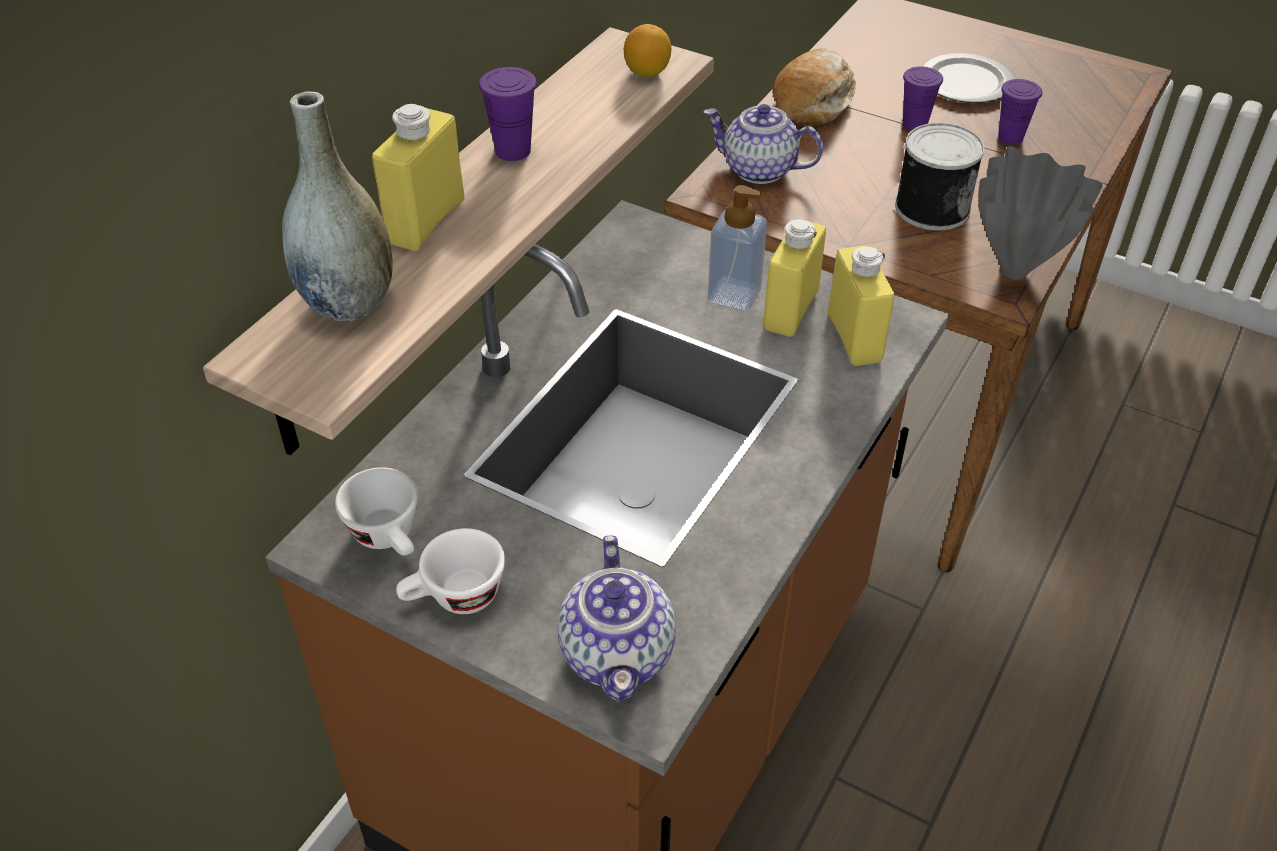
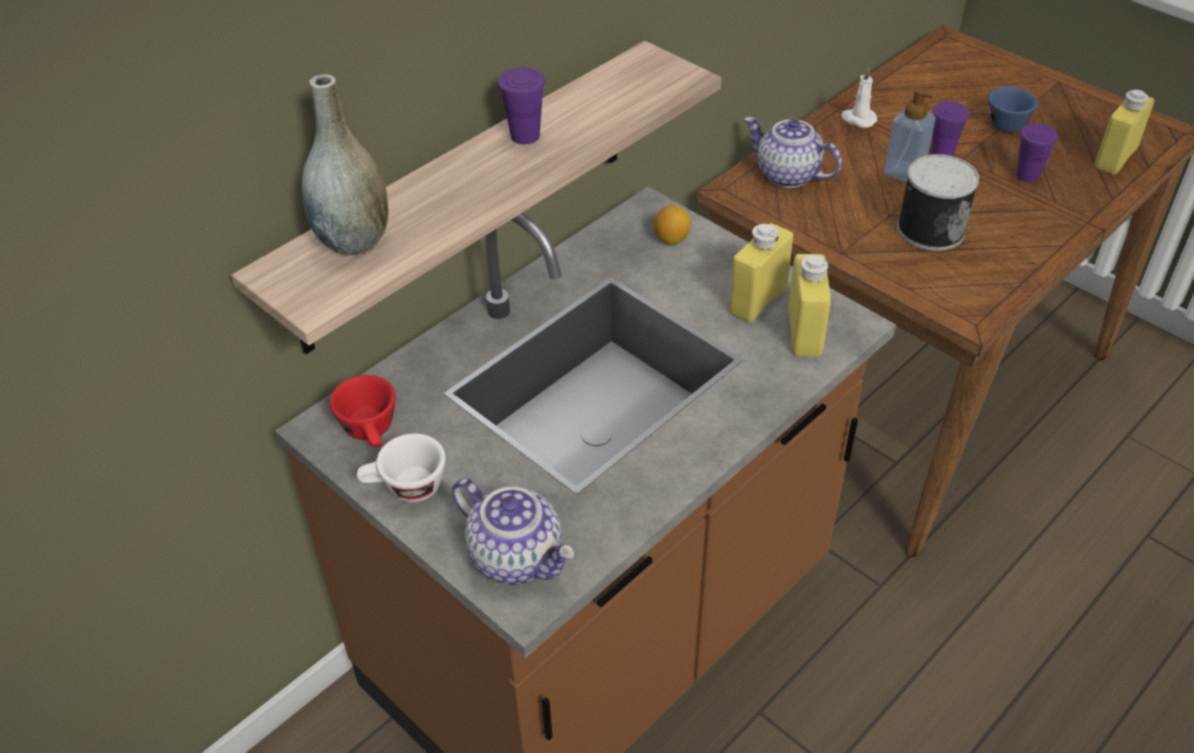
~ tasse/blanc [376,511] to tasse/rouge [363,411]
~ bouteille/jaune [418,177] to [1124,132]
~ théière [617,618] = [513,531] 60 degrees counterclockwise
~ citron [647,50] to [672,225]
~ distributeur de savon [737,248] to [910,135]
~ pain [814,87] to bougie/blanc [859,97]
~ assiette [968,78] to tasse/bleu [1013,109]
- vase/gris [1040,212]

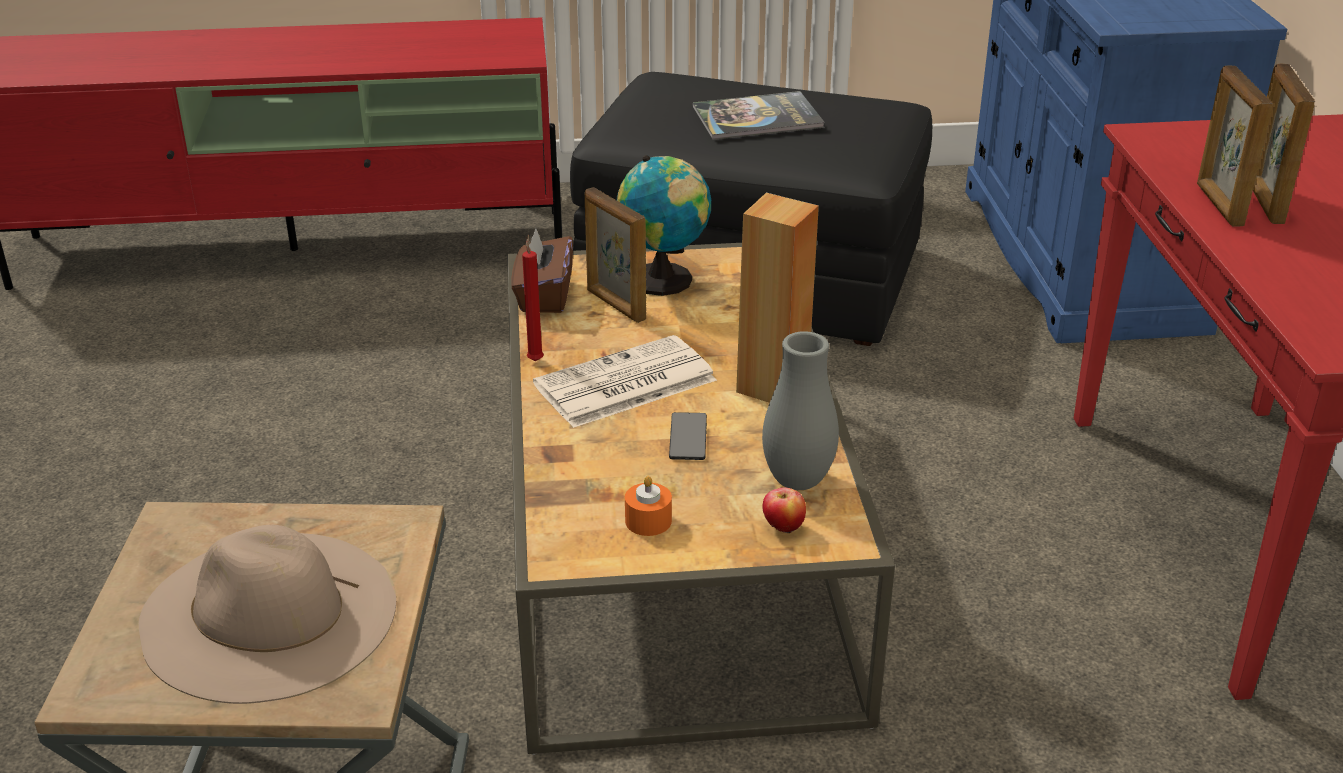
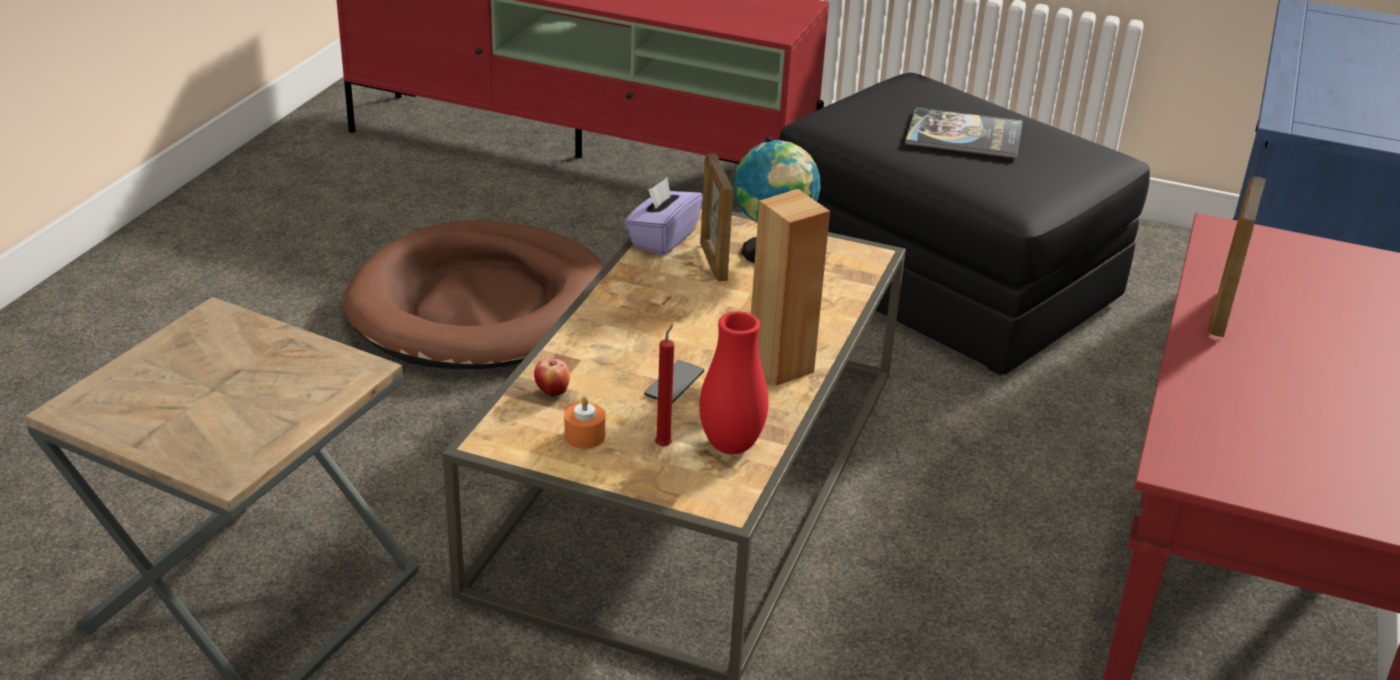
- chapeau/beige [267,614]
~ boîte à mouchoirs/marron [542,270] to boîte à mouchoirs/violet [664,216]
~ bougie/rouge [533,298] to [664,385]
- journal [625,381]
~ vase/gris [800,410] to vase/rouge [733,382]
~ pomme [784,510] to [552,377]
- cadre photo [1284,143]
+ panier pour chien/marron [473,294]

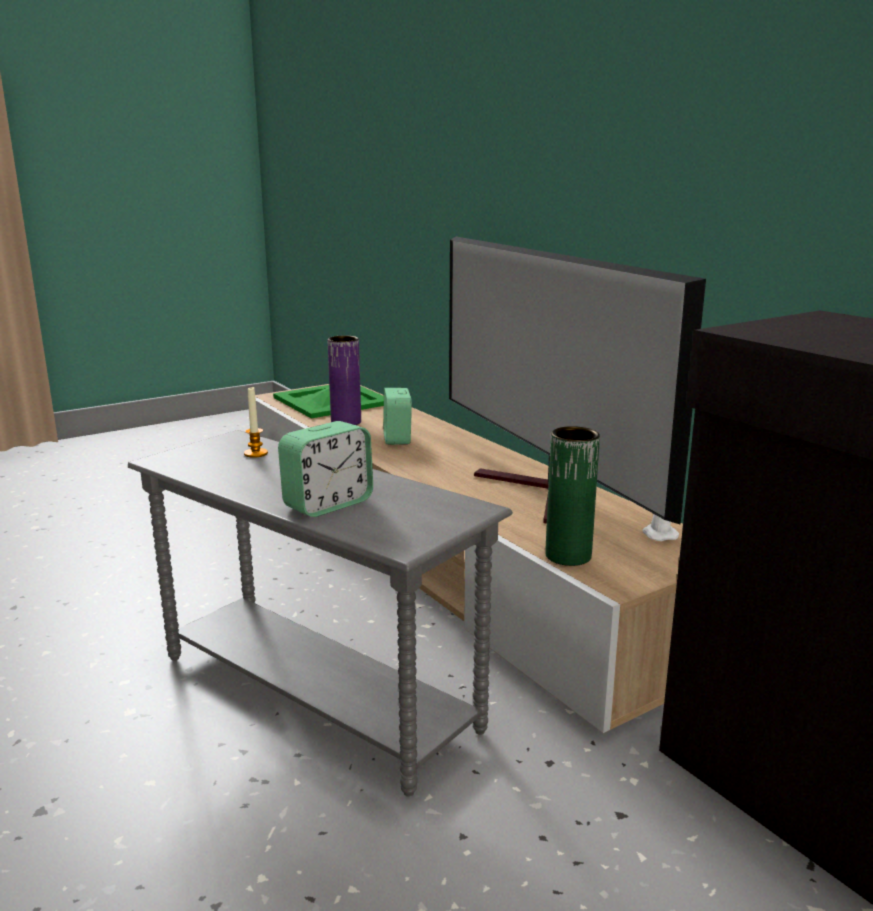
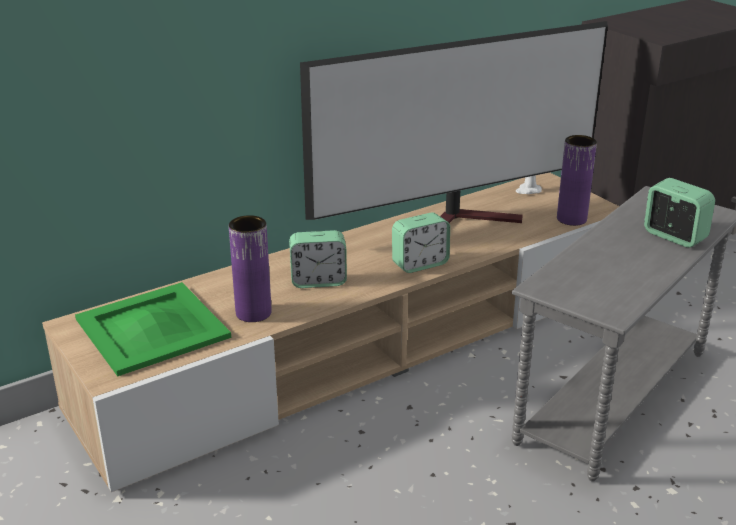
- bougie [256,422]
~ vase/vert [573,496] to vase/violet [577,180]
+ réveil [421,242]

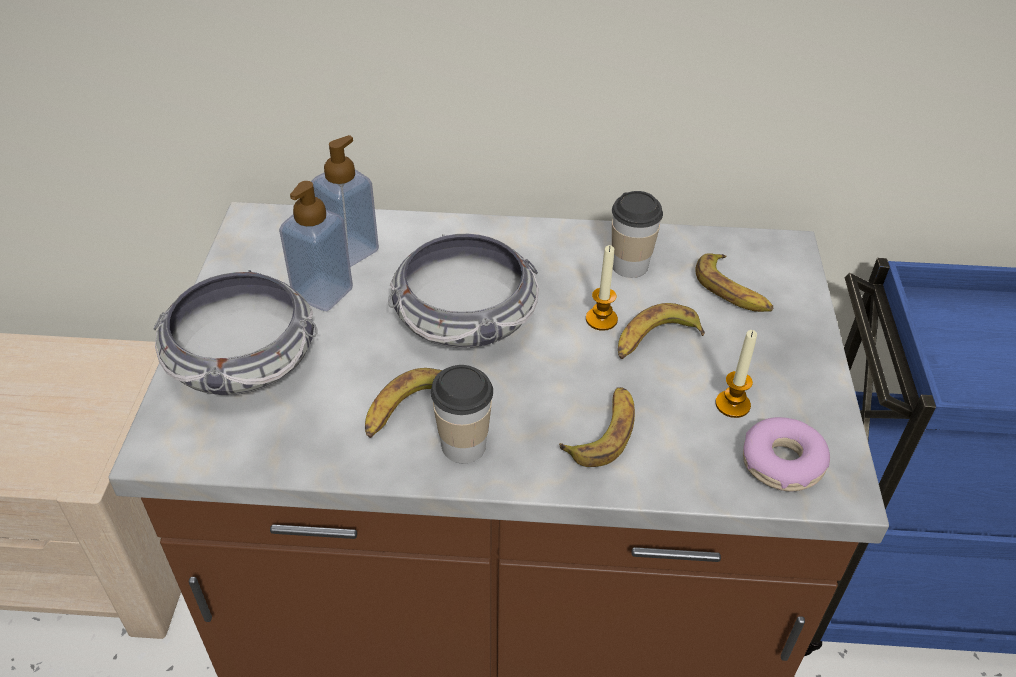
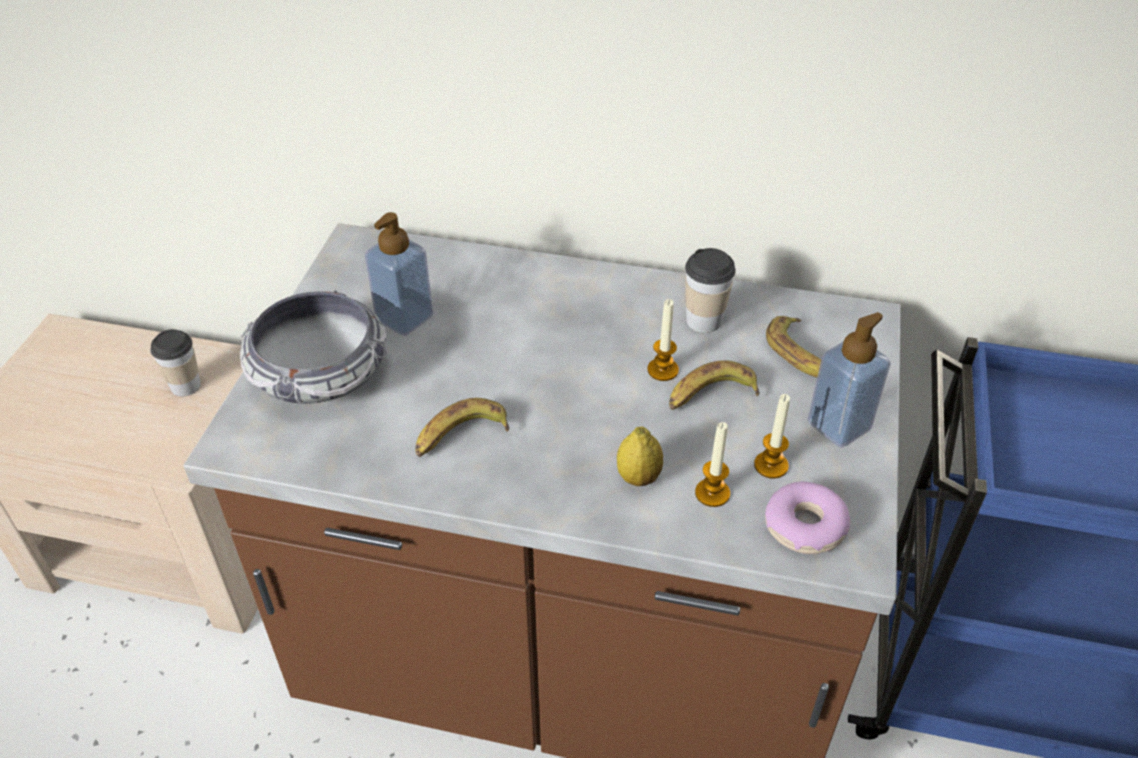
~ distributeur de savon [345,201] to [849,379]
- bol [463,291]
~ tasse [462,414] to [176,362]
~ banane [597,427] to citron [640,456]
+ bougie [712,464]

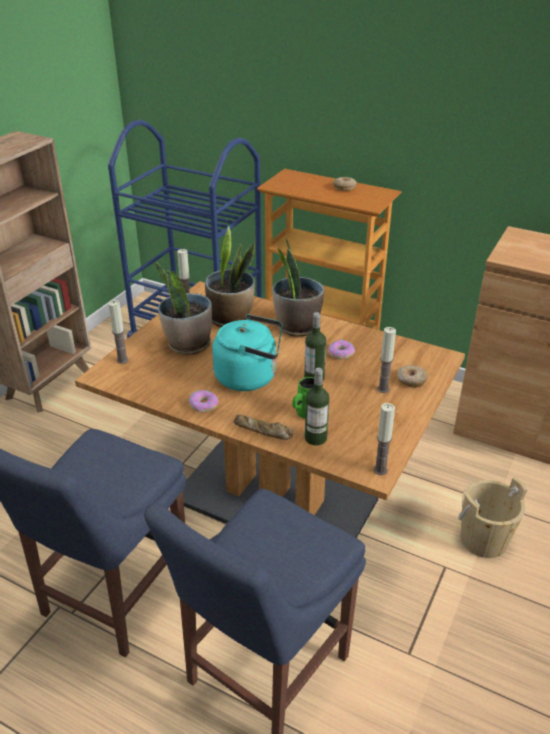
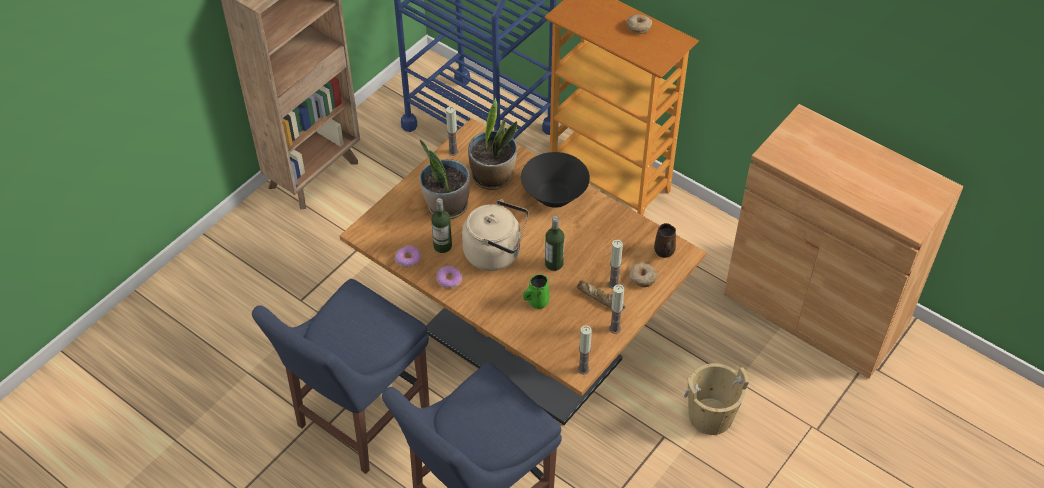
~ bougie [118,332] to [616,309]
~ bouilloire/turquoise [247,352] to bouilloire/beige [495,235]
~ pain [263,427] to [601,294]
~ plante en pot [298,287] to bol/noir [555,180]
~ bouteille [317,407] to [441,225]
~ beignet [341,349] to [408,257]
+ mug/marron [665,240]

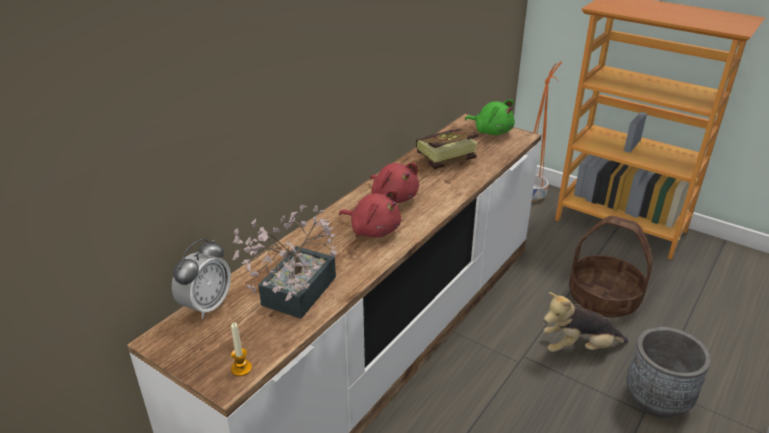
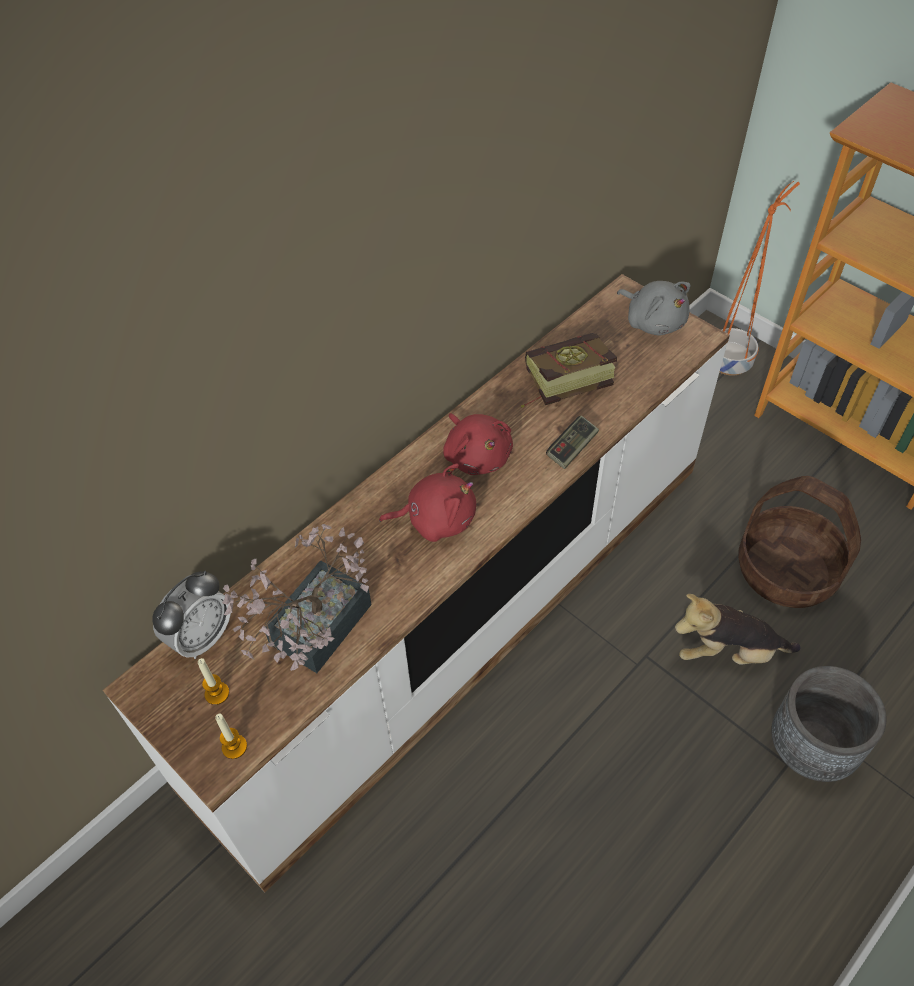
~ peluche/rouge [370,213] = [427,503] 45 degrees counterclockwise
~ peluche/vert [490,117] to peluche/gris [653,308]
+ bougie [213,681]
+ manette [572,442]

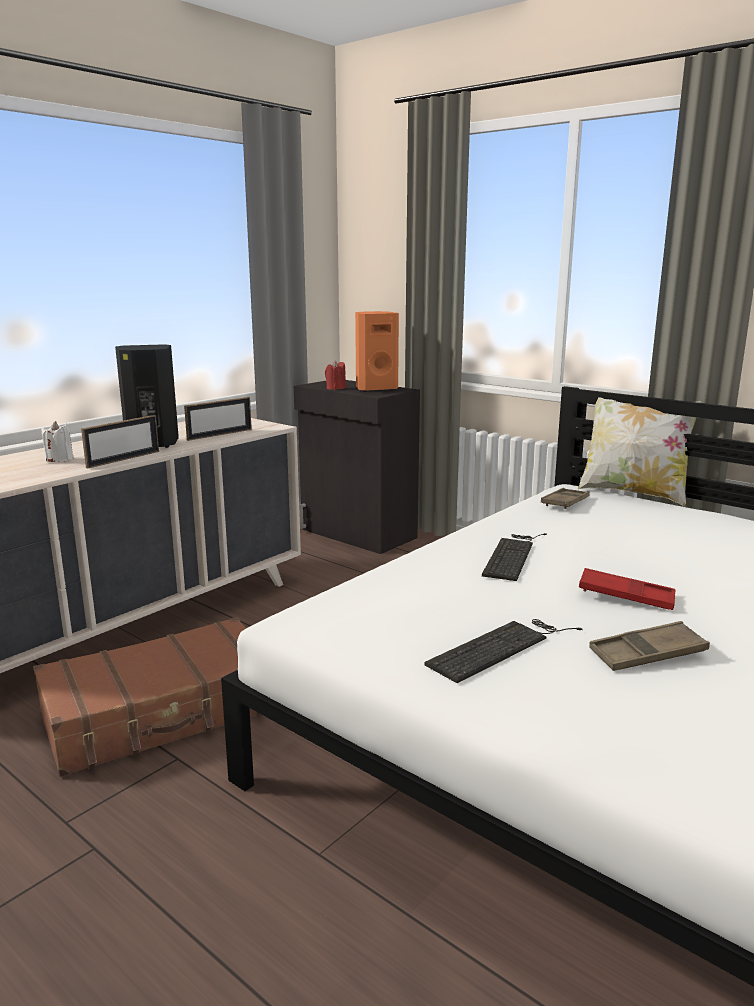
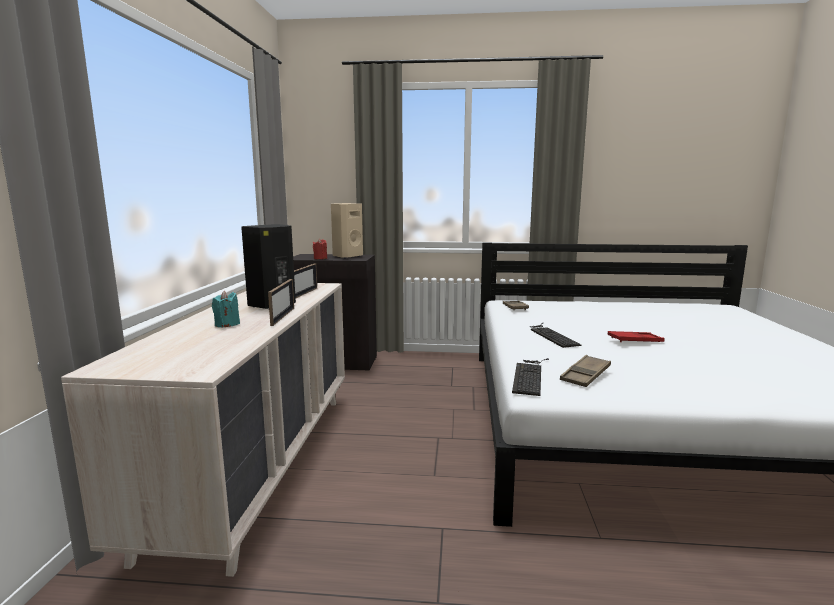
- valise/marron [147,697]
~ bougie/blanc [57,441] to bougie/turquoise [226,309]
~ enceinte/orange [377,351] to enceinte/beige [347,231]
~ clavier [503,651] to [530,377]
- coussin [639,451]
~ plateau/marron [649,646] to [585,371]

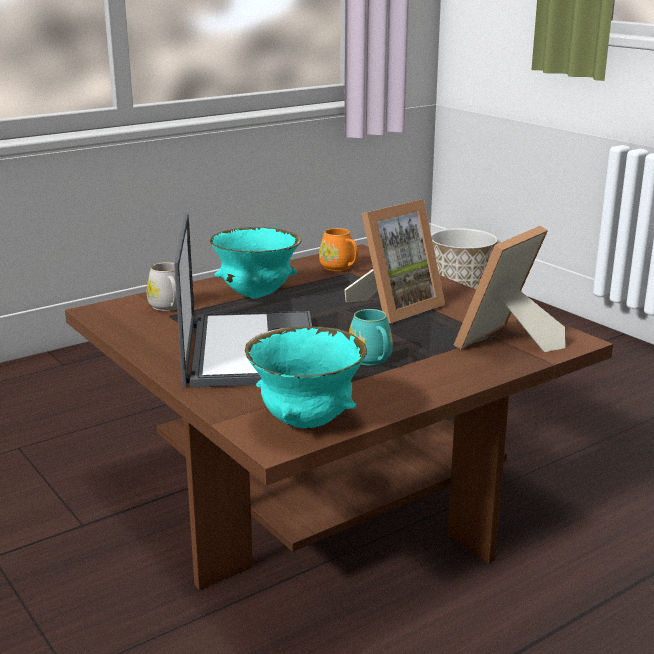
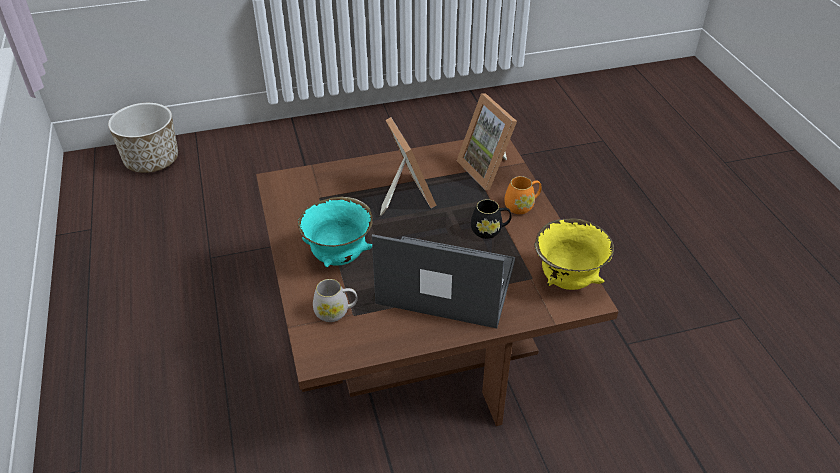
~ bol/turquoise [306,377] to bol/jaune [574,254]
~ mug/orange [338,249] to [523,195]
~ mug/turquoise [371,337] to mug/noir [491,219]

